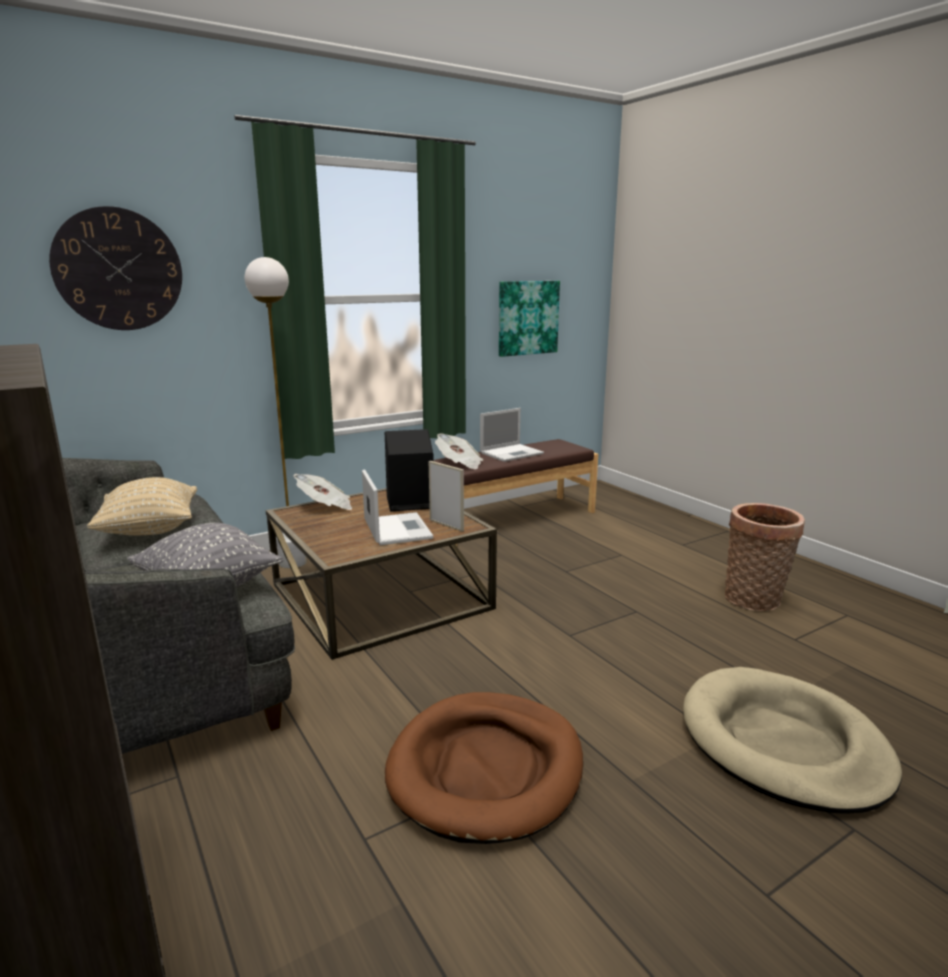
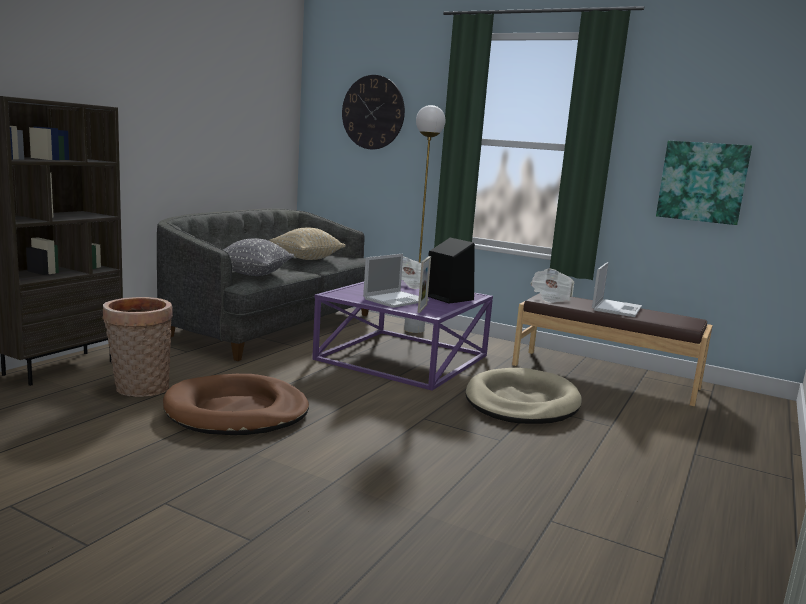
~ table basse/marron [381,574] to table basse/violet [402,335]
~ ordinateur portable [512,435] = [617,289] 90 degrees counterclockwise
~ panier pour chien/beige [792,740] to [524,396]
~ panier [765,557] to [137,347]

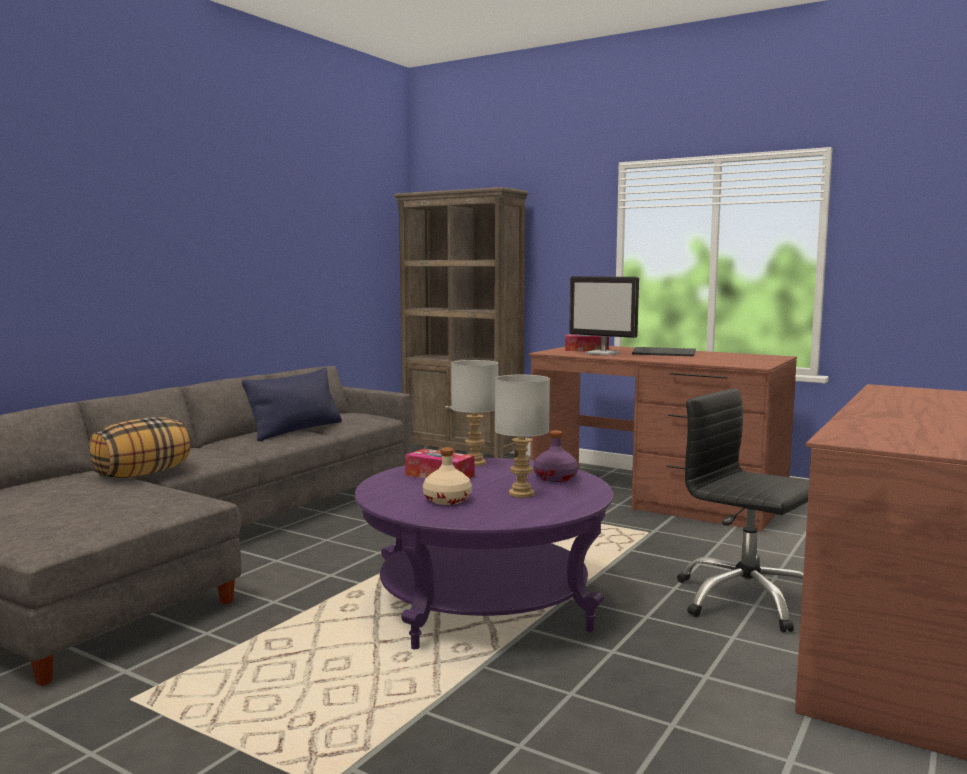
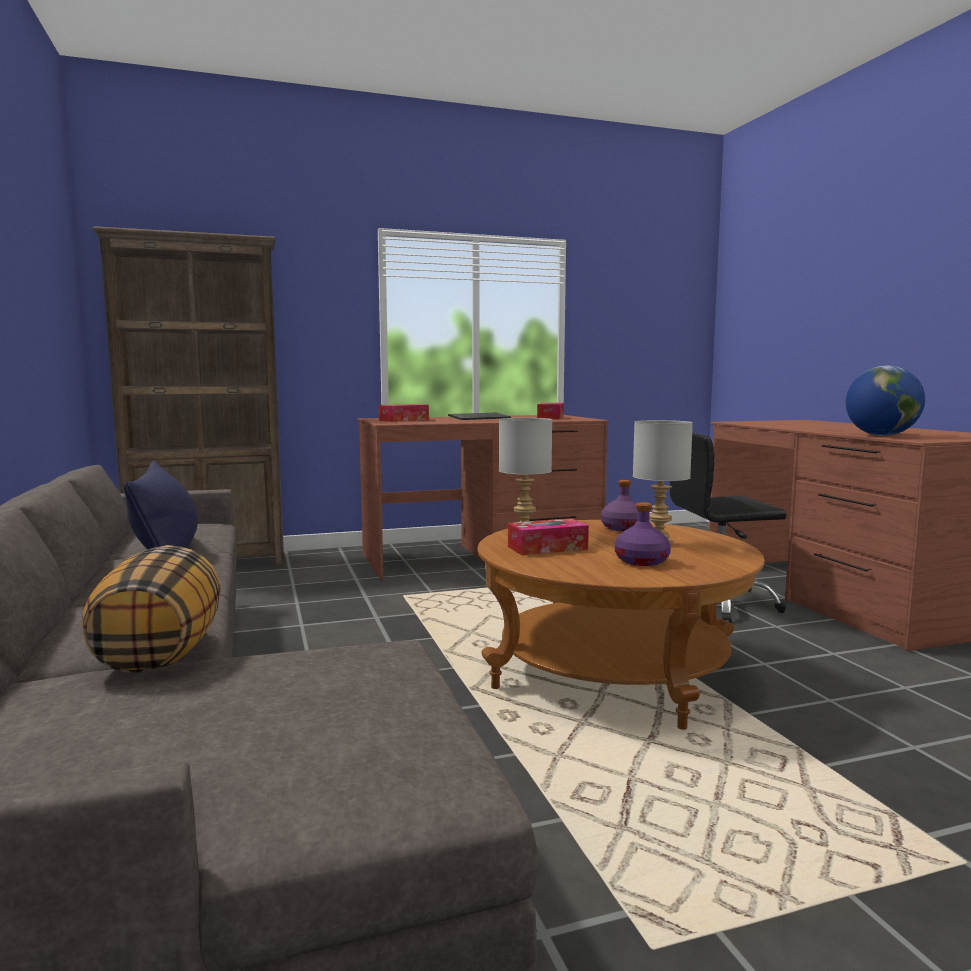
~ table basse/violet [484,553] to table basse/marron [621,625]
~ bouteille/beige [447,476] to bouteille/violet [643,534]
- écran d'ordinateur [604,316]
+ boîte à mouchoirs [550,411]
+ globe [885,401]

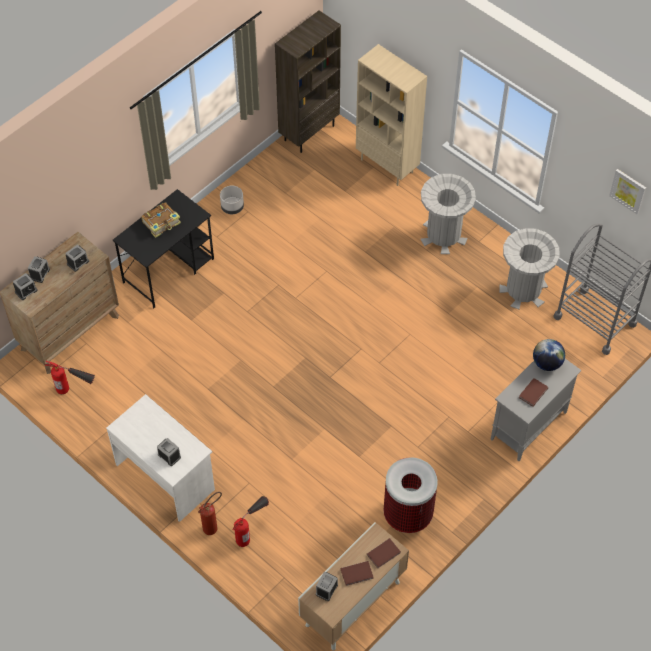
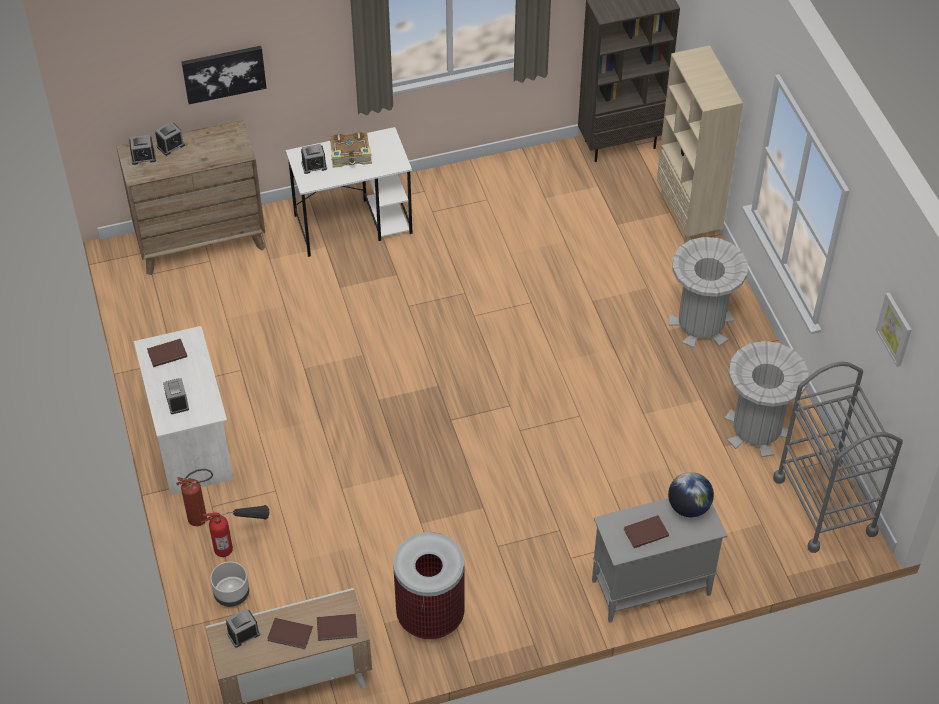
- extincteur [69,377]
~ réveil [77,258] to [314,159]
~ bureau/noir [163,248] to bureau/blanc [349,192]
~ cache-pot/gris [232,200] to [229,584]
+ livre/marron [167,353]
+ tableau [224,75]

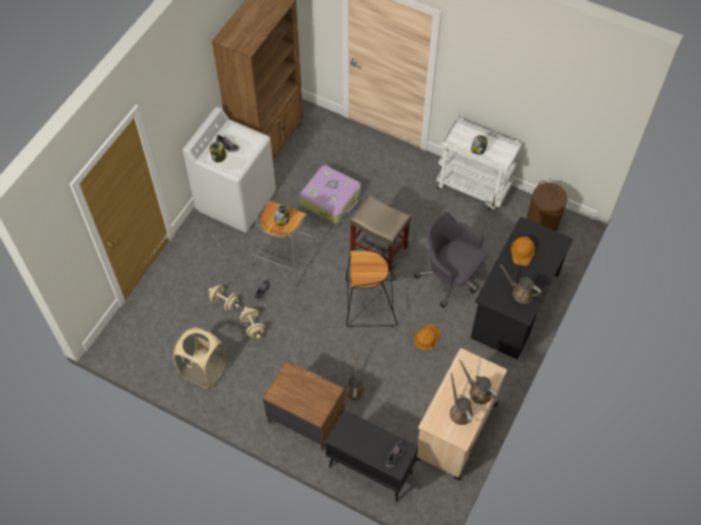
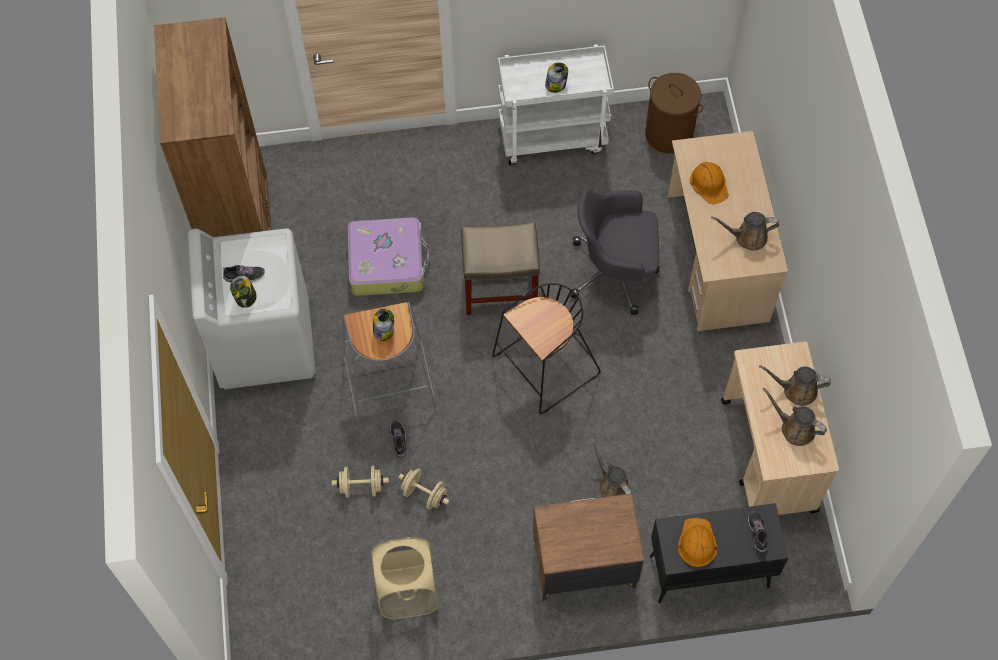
~ casque de chantier/orange [427,337] to [697,542]
~ bureau/noir [522,287] to bureau/beige [728,231]

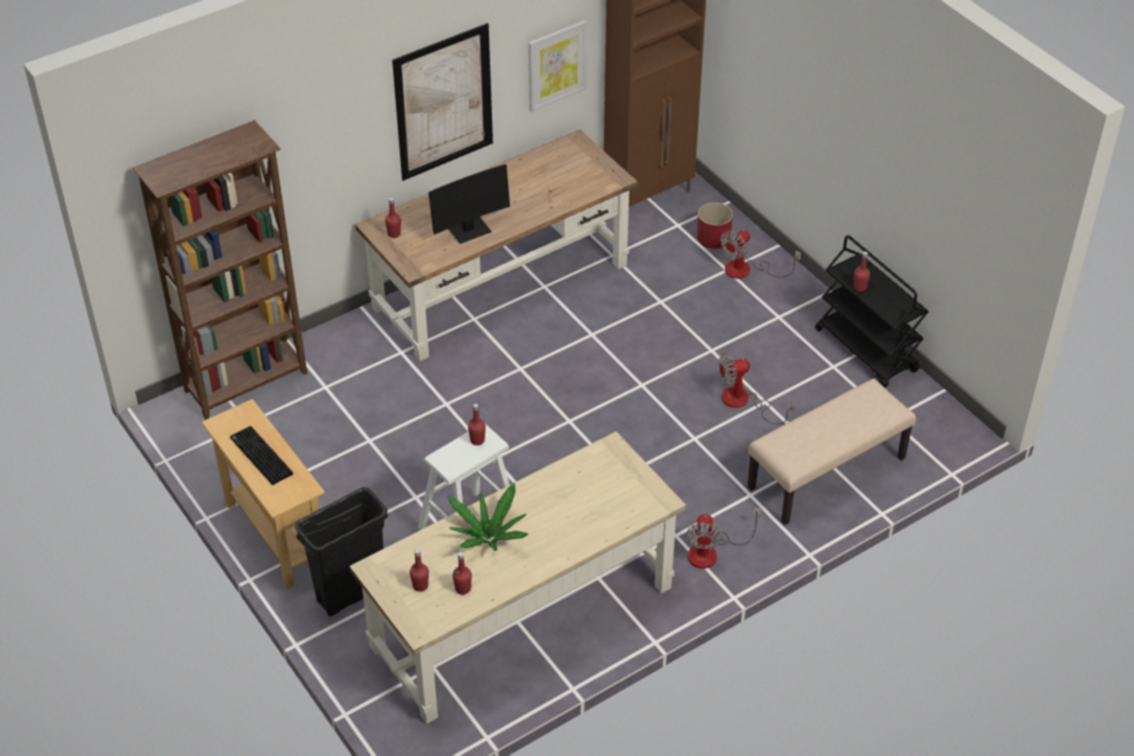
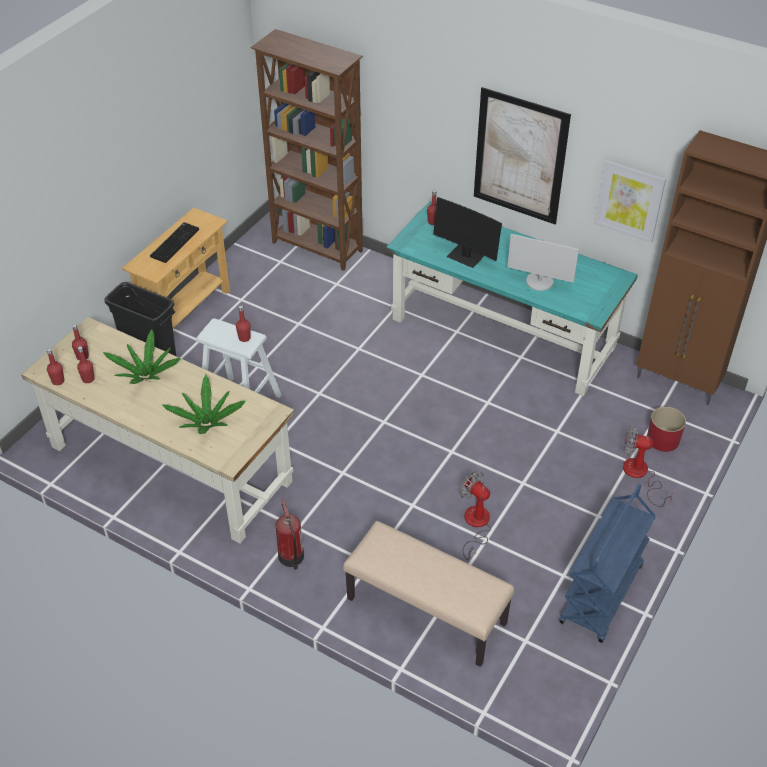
~ bureau/marron [496,245] to bureau/turquoise [512,298]
~ ventilateur [723,538] to extincteur [290,534]
~ chariot/noir [872,311] to chariot/bleu [607,563]
~ bouteille/rouge [862,271] to [55,366]
+ plante en pot [204,404]
+ écran d'ordinateur [543,262]

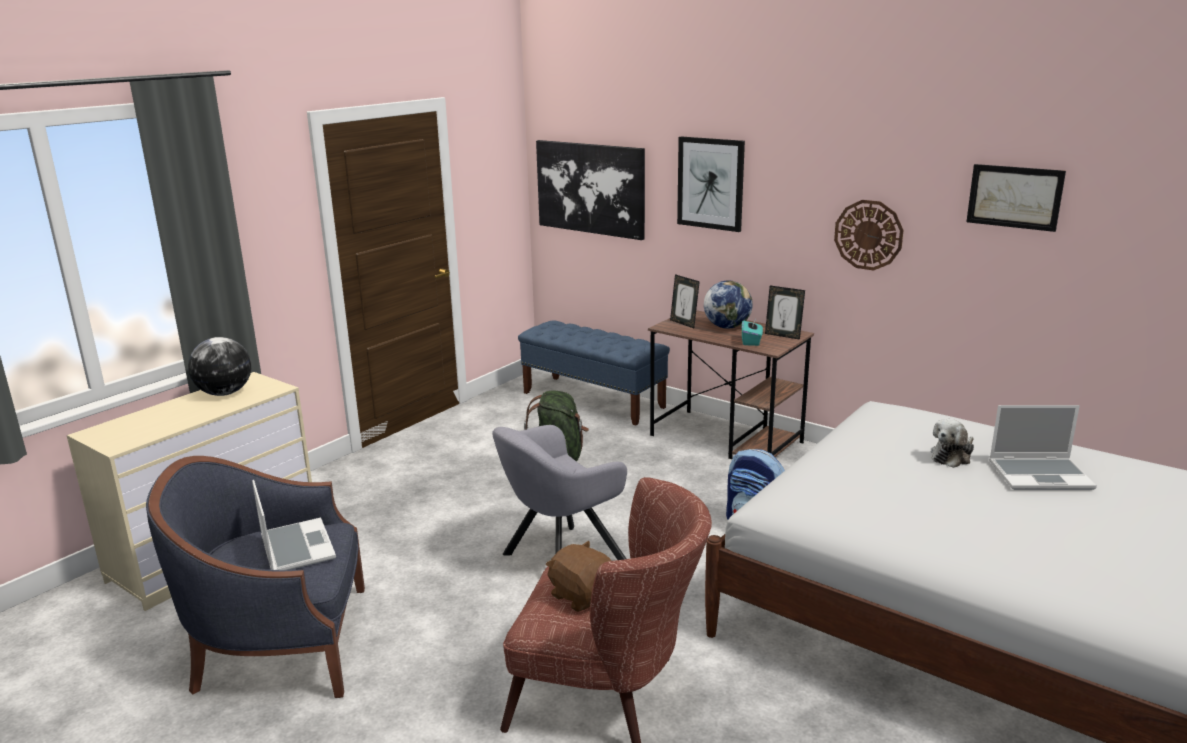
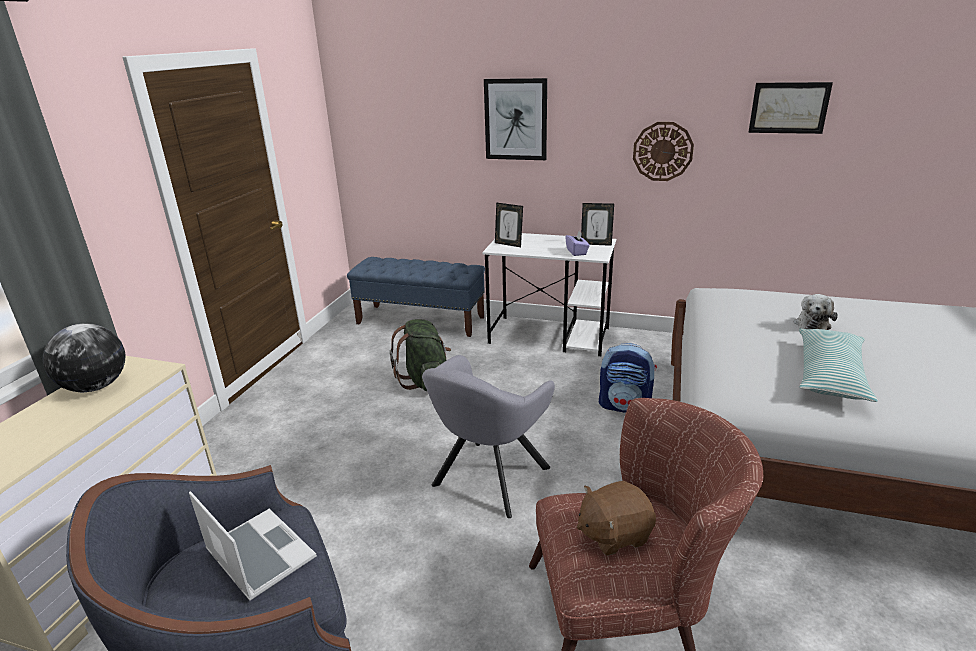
- tableau [590,190]
~ peluche/marron [578,576] = [616,518] 45 degrees counterclockwise
~ bureau/marron [731,384] to bureau/blanc [549,294]
- globe [728,304]
~ boîte à mouchoirs/turquoise [752,332] to boîte à mouchoirs/violet [577,243]
- ordinateur portable [1043,447]
+ coussin [838,365]

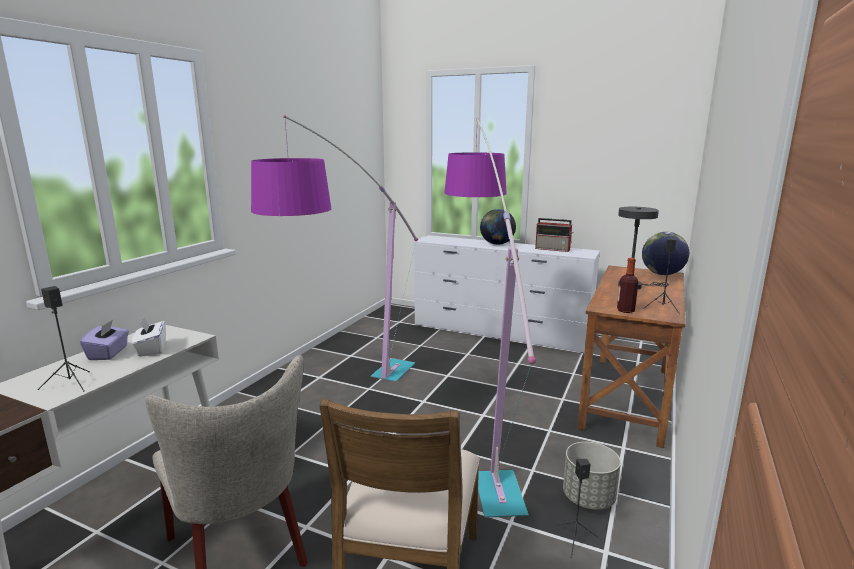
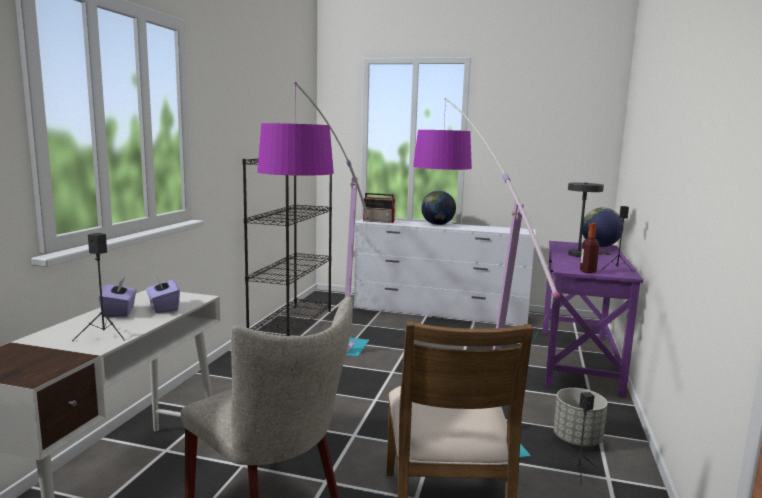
~ boîte à mouchoirs/blanc [149,337] to boîte à mouchoirs/violet [163,294]
~ radio [554,235] to [379,208]
~ bureau/marron [631,357] to bureau/violet [592,319]
+ bibliothèque/noir [287,246]

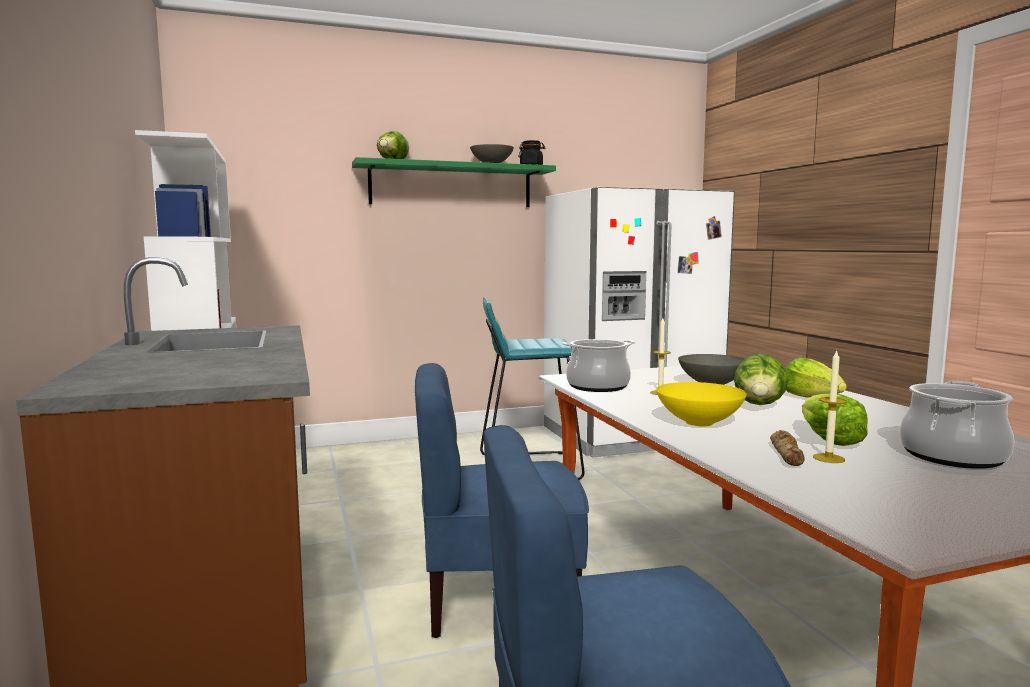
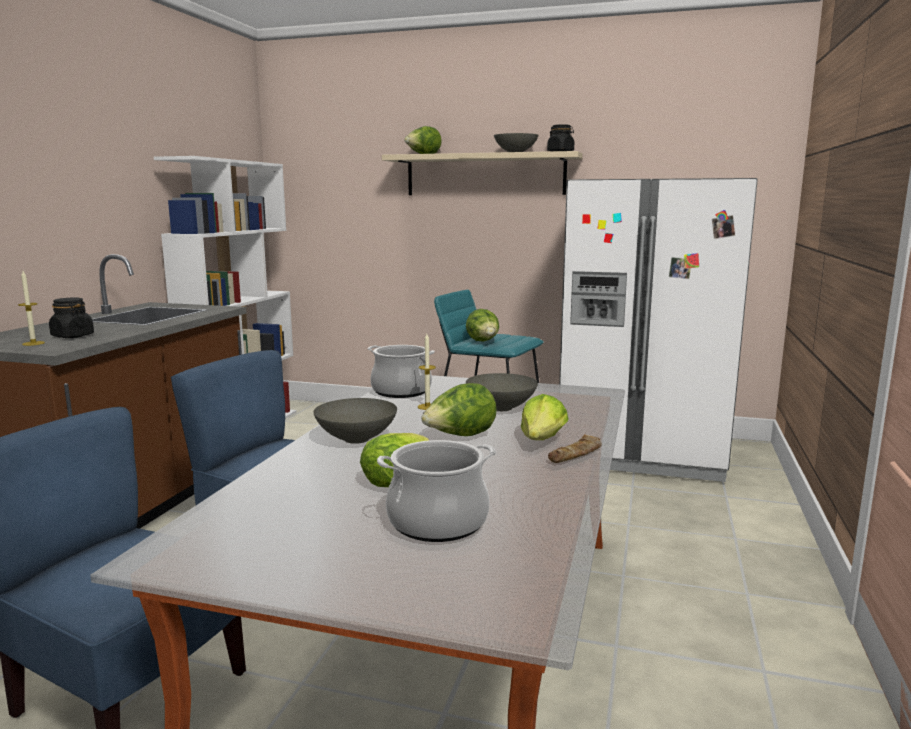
~ étagère/vert [454,182] to étagère/beige [482,173]
~ bol/jaune [701,404] to bol/gris [355,421]
~ pain [787,448] to [575,448]
~ bougie [830,406] to [31,308]
+ bocal/noir [71,318]
+ laitue [482,325]

